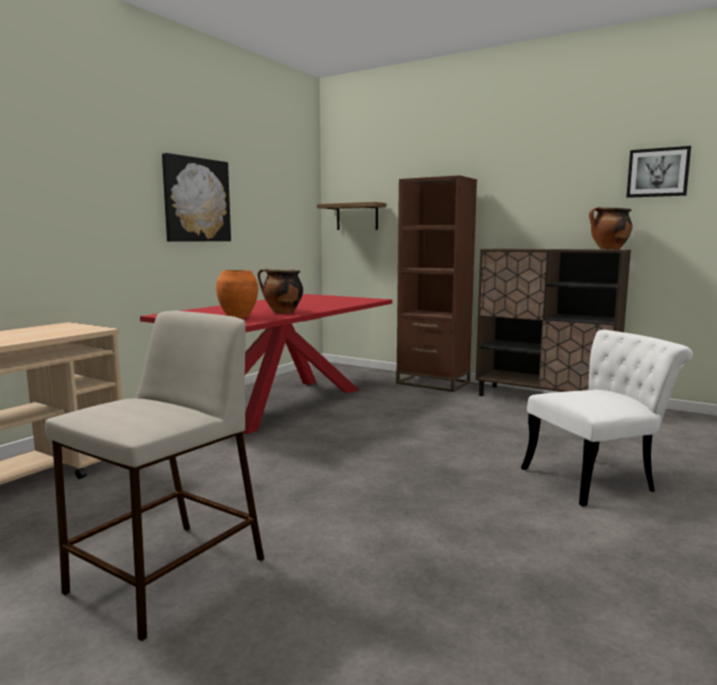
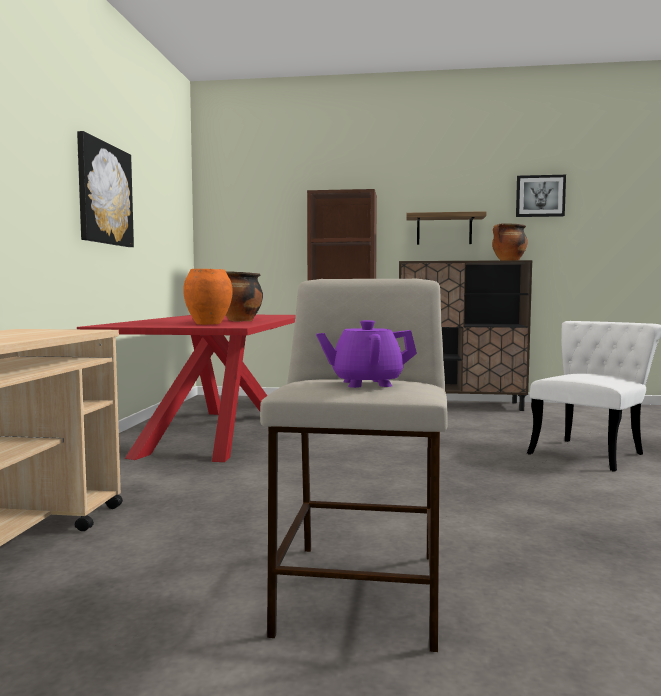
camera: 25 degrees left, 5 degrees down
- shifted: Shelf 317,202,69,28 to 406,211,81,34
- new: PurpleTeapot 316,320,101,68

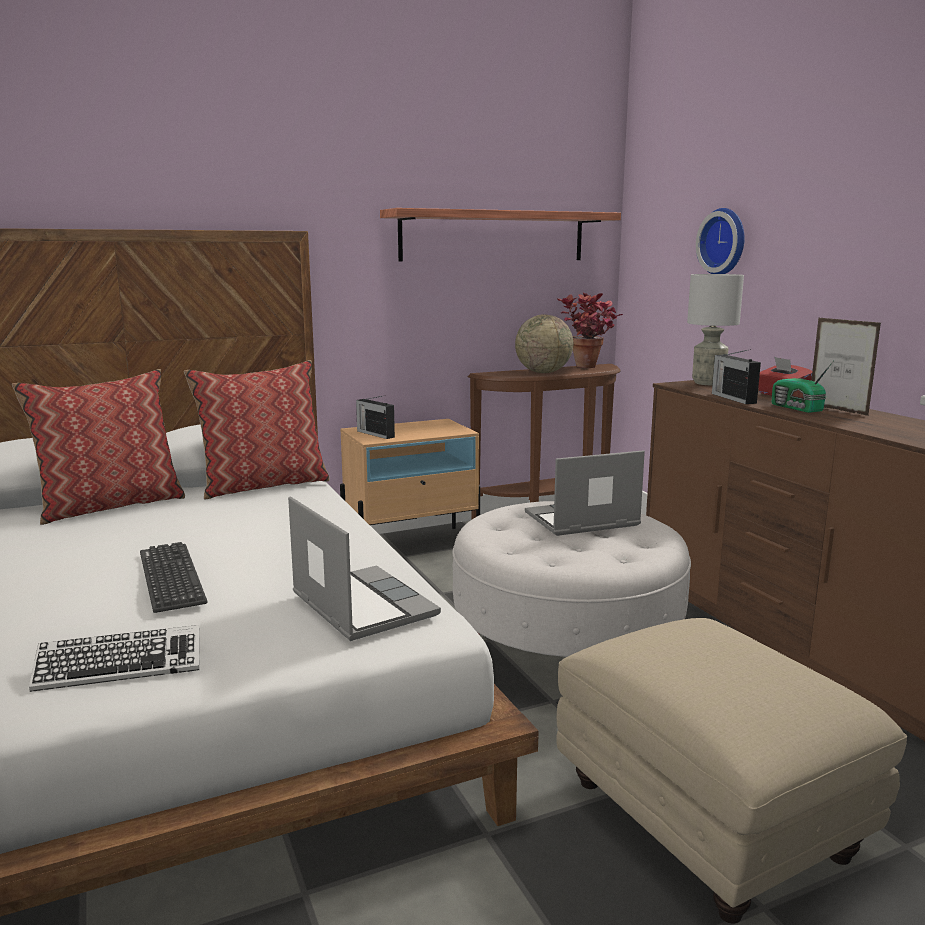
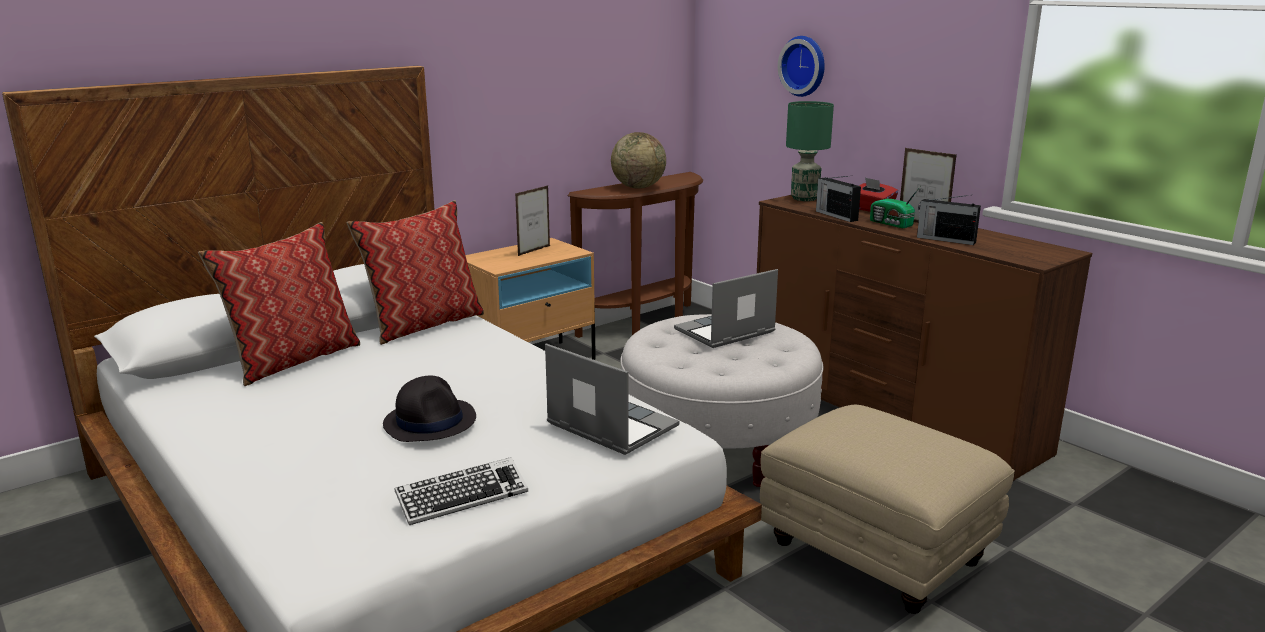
camera: 15 degrees left, 5 degrees up
- gone: Shelf 380,208,241,53
- repainted: GreyTableLamp 687,274,57,111 to GreenTableLamp 786,101,48,100
- gone: PottedPlant 557,292,66,76
- shifted: Radio 356,396,39,43 to 917,195,64,50
- swapped: Keyboard 140,542,68,71 to BlackHat 383,376,93,66
- new: PictureFrame 515,186,35,70

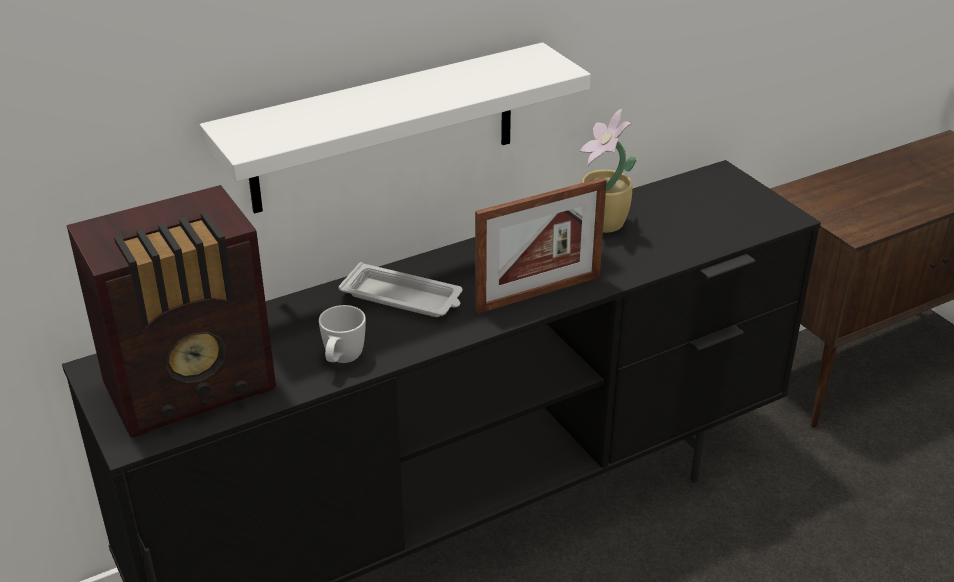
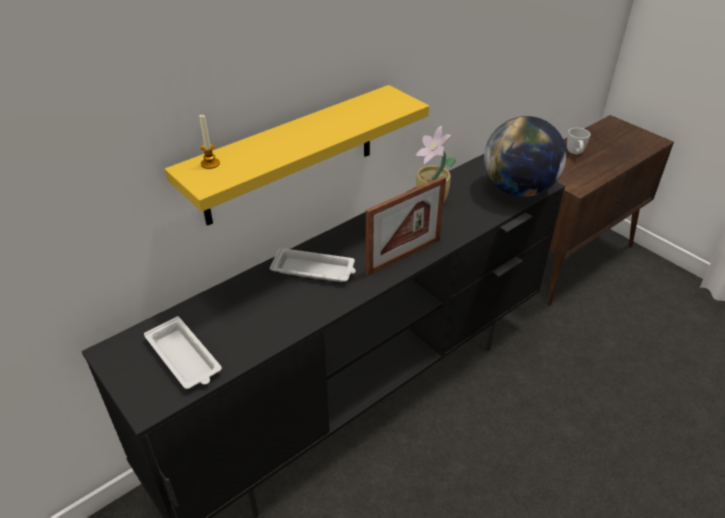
camera: 10 degrees left, 5 degrees up
- repainted: WhiteShelf 200,42,391,172 to YellowShelf 165,85,264,141
- swapped: Radio 67,185,209,253 to WhiteTray 144,316,78,73
- shifted: WhiteMug 319,305,47,58 to 567,128,23,26
- new: Candle 199,115,21,54
- new: Globe 484,116,83,81

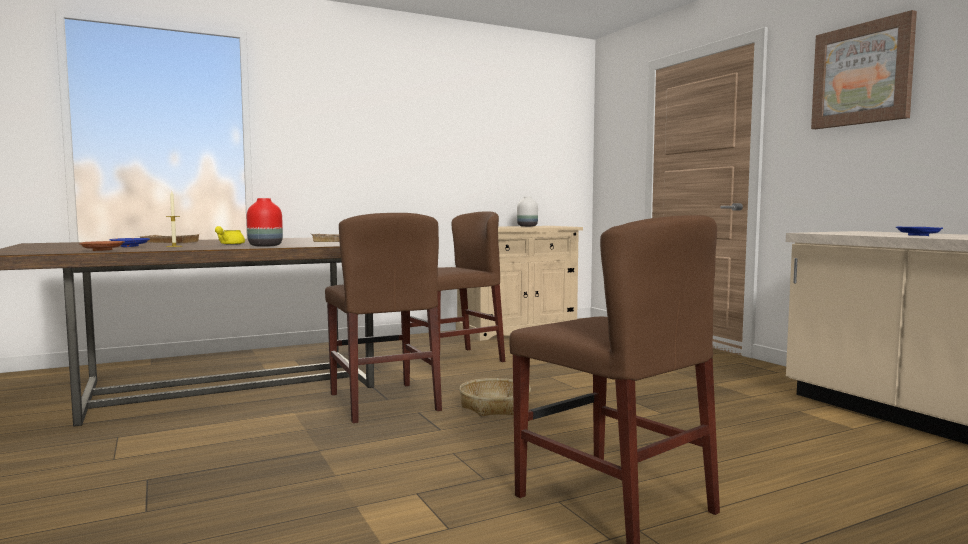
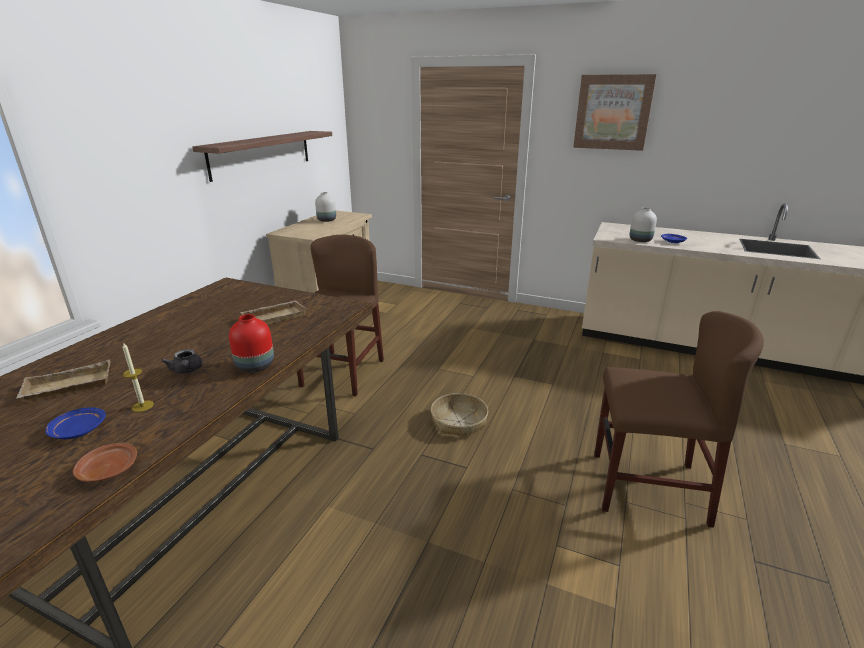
camera: 40 degrees left, 20 degrees up
- gone: BrownChair 325,213,117,210
- repainted: YellowTeapot 215,226,30,19 to GreyTeapot 161,349,42,25
- new: Shelf 192,131,140,51
- new: WhiteVase 630,207,27,35

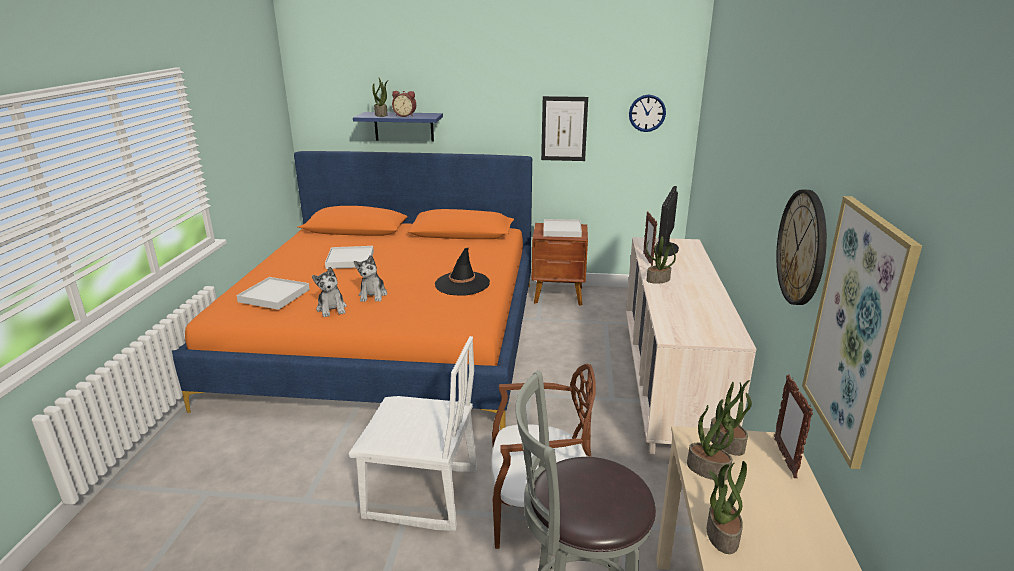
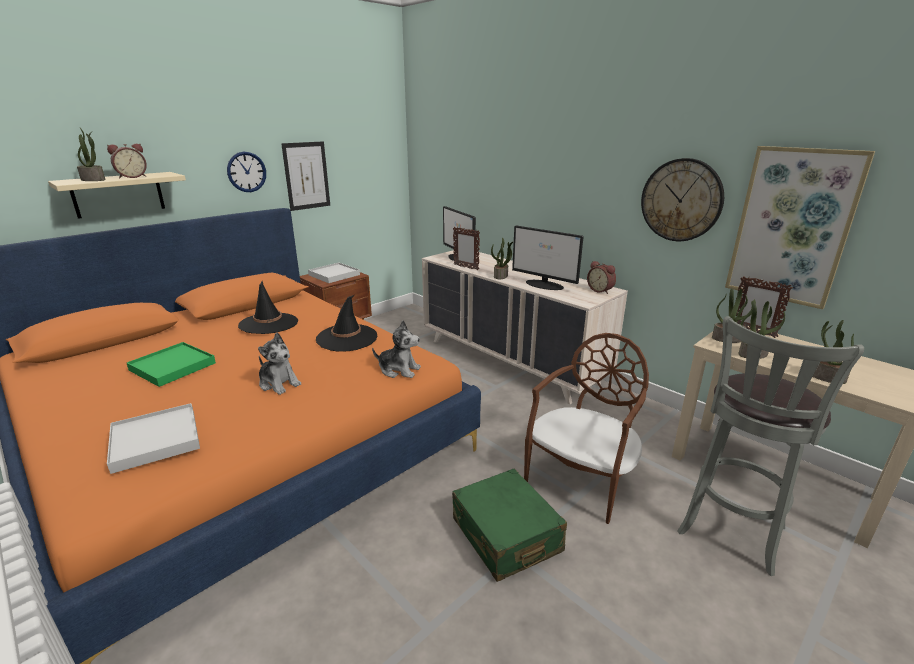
camera: 50 degrees left, 0 degrees up
- shifted: WallClock 629,95,37,37 to 227,152,39,40
- repainted: BlueShelf 353,112,90,30 to BeigeShelf 48,172,138,47
- repainted: WhiteTray 325,246,49,23 to GreenTray 127,342,89,45
- shifted: PlushToy 312,267,35,50 to 372,321,49,57
- swapped: WhiteChair 348,336,129,195 to GreenSuitcase 452,469,115,113
- new: Monitor 512,226,72,64
- new: AlarmClock 587,261,29,33
- new: BlackHat 238,280,60,54

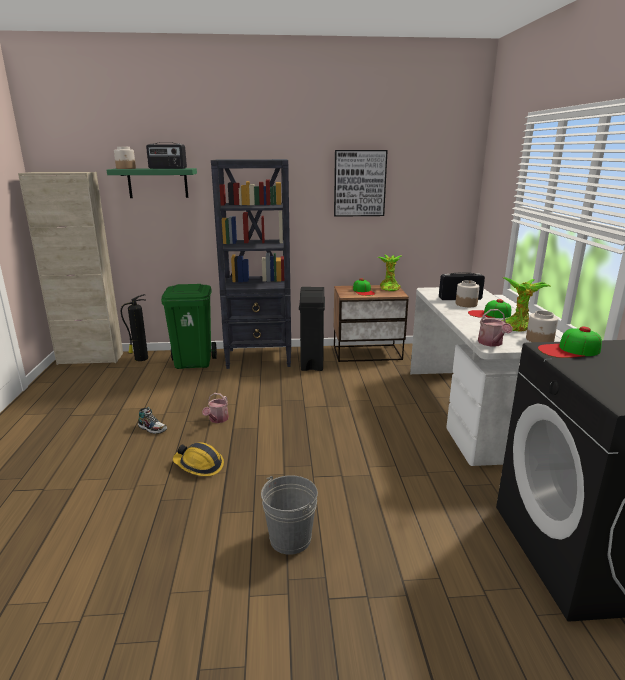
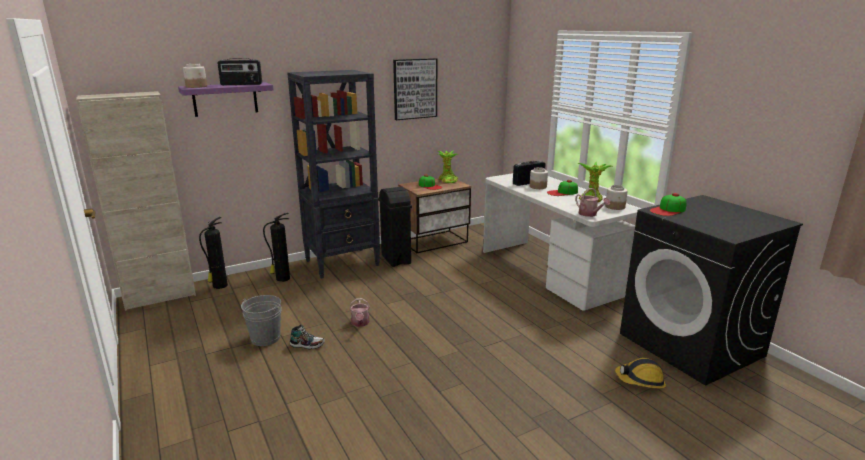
camera: 25 degrees left, 0 degrees up
- repainted: GreenShelf 107,168,90,30 to PurpleShelf 178,82,96,35
- swapped: GreenTrashCan 161,284,56,85 to FireExtinguisher 263,213,27,69
- shifted: HardHat 173,442,51,35 to 615,358,51,30
- shifted: GreyBucket 261,475,57,80 to 241,295,41,51

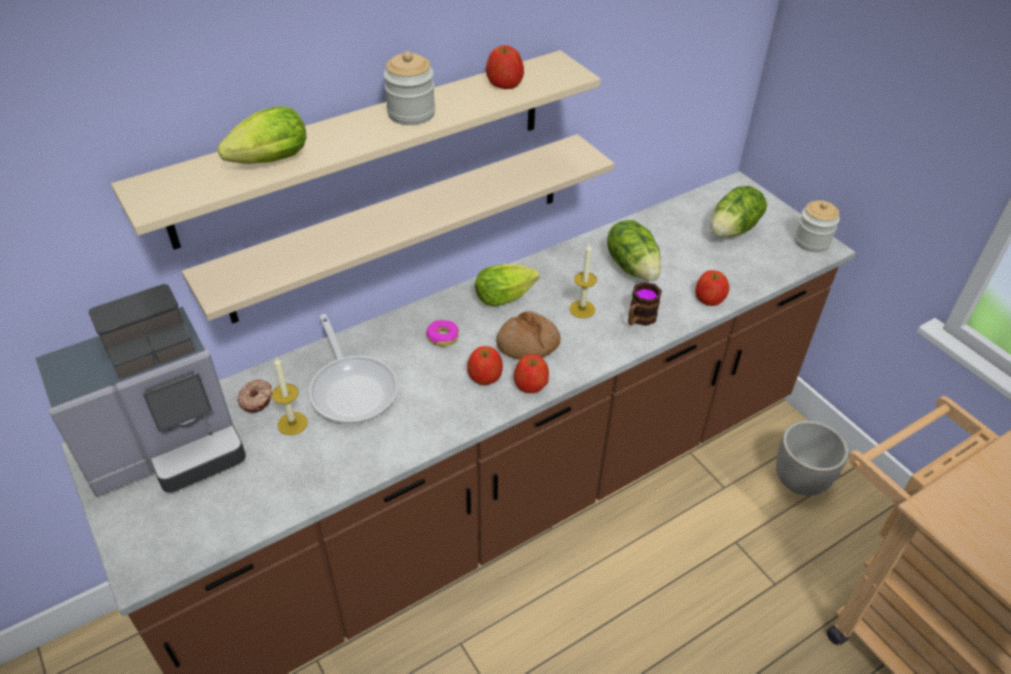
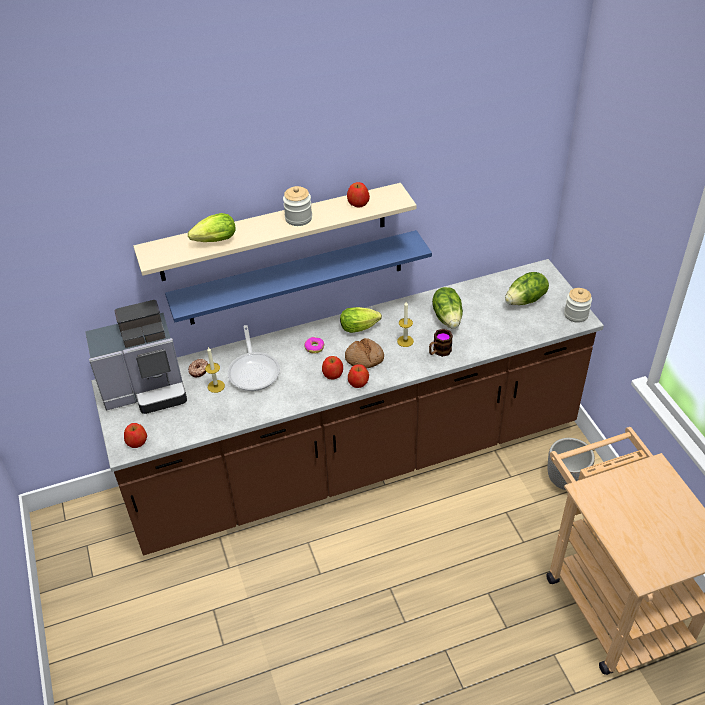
camera: 15 degrees right, 0 degrees up
- repainted: BeigeShelf 182,134,433,190 to BlueShelf 165,230,267,95
- shifted: Apple 695,270,35,36 to 124,423,23,25

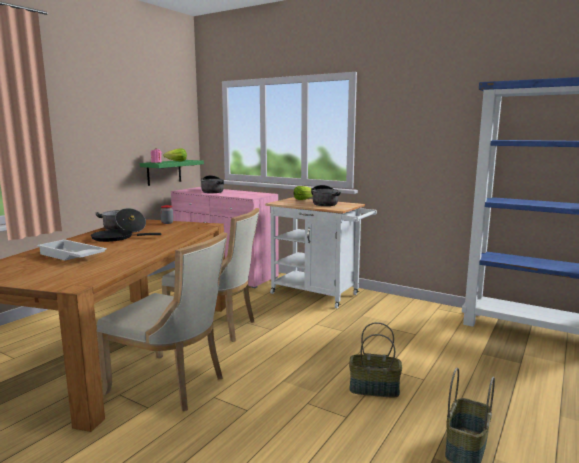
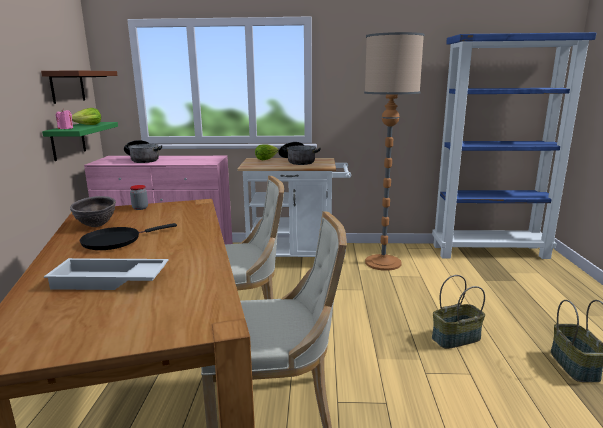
camera: 30 degrees left, 5 degrees up
- swapped: CookingPot 96,208,50,24 to BrownBowl 70,196,46,31
- new: FloorLamp 364,32,61,239
- new: BrownShelf 41,70,77,34

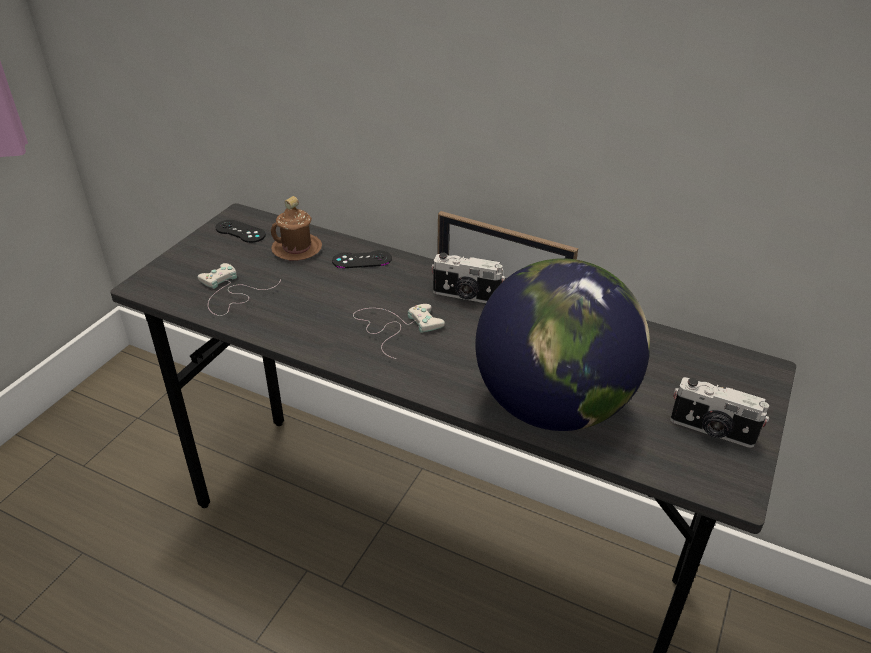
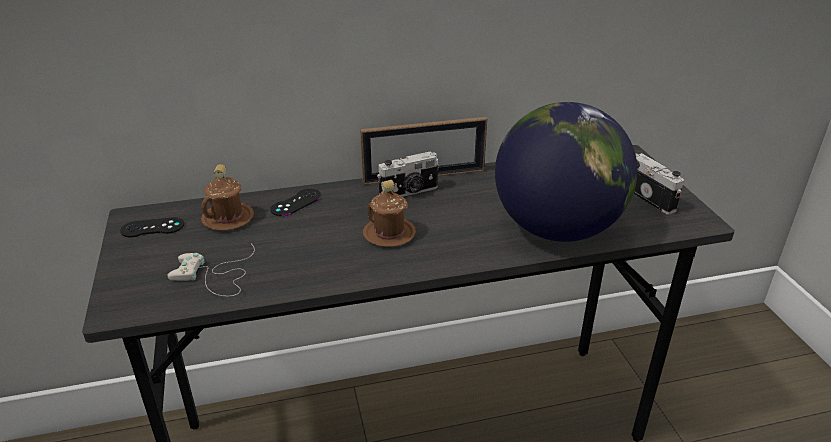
camera: 40 degrees left, 5 degrees down
- swapped: WhiteGameController 353,304,92,55 to BrownMug 363,180,53,67
- rotated: PhotoCamera 670,377,99,71 = 634,153,50,62 105 degrees counterclockwise

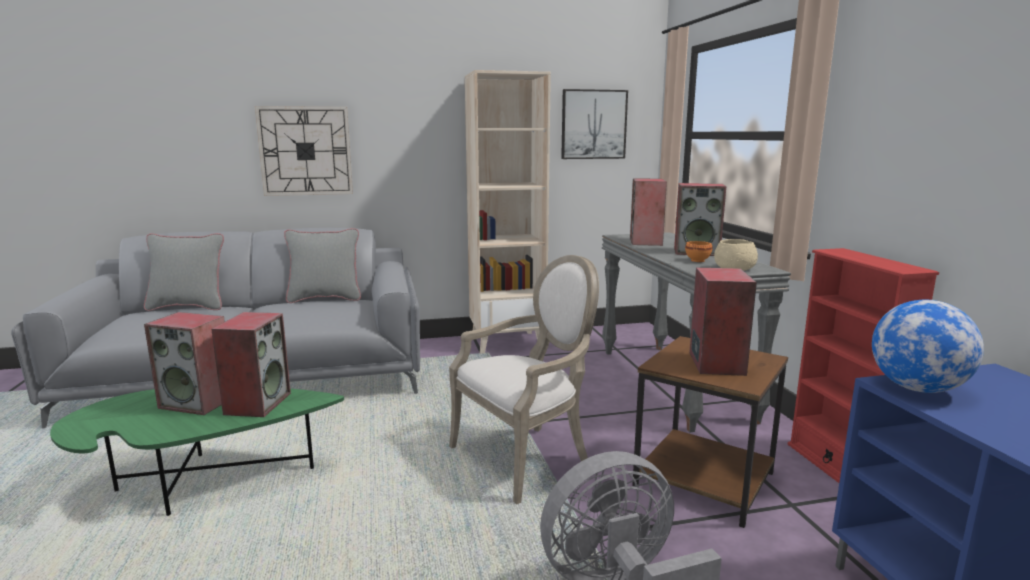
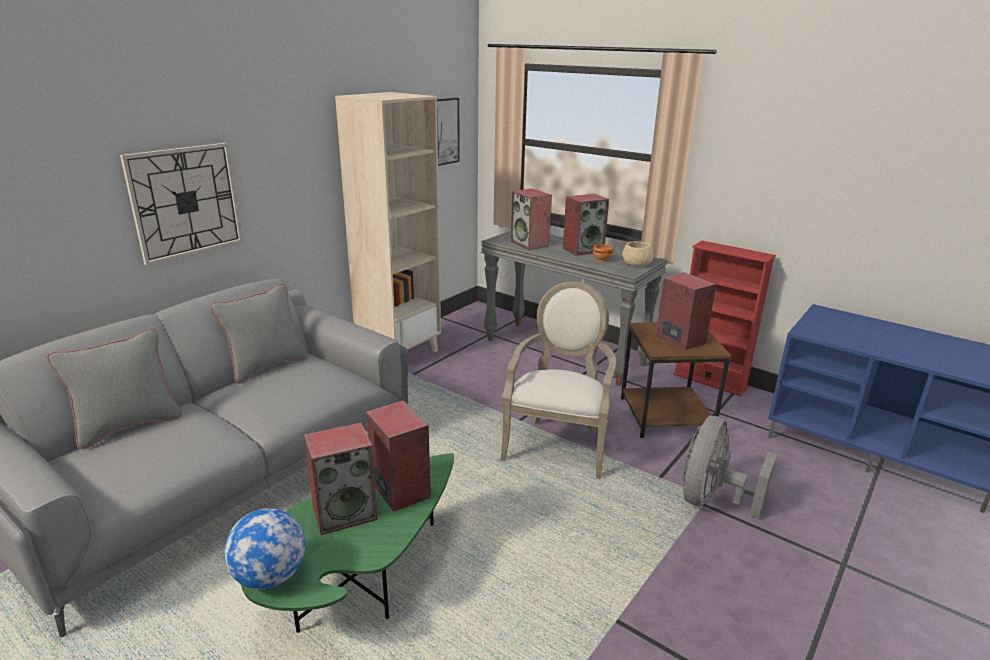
camera: 40 degrees left, 10 degrees up
- shifted: Globe 872,300,112,93 to 224,508,81,81

